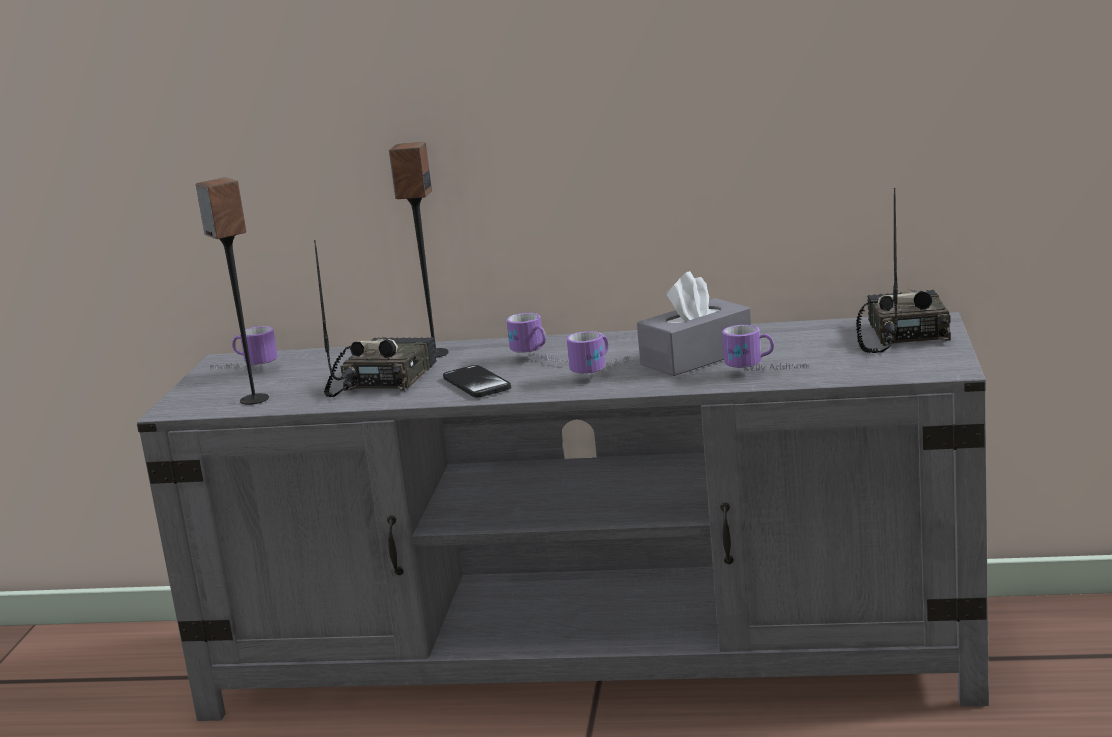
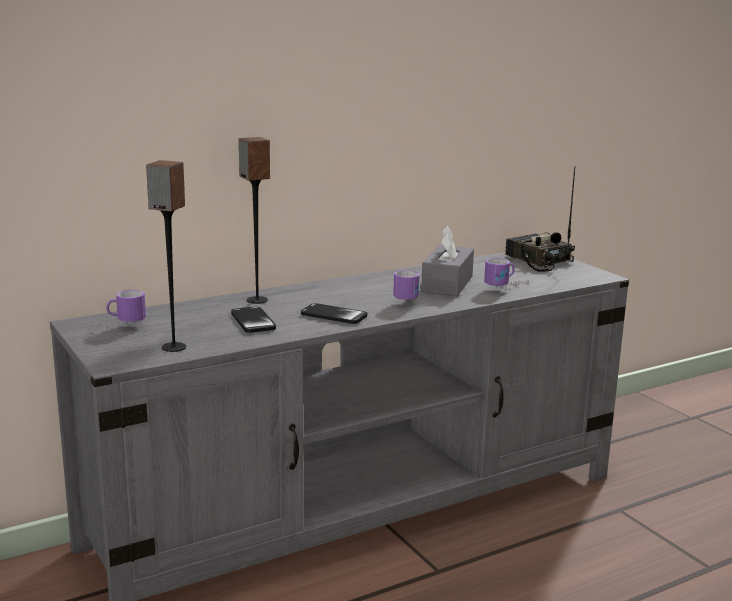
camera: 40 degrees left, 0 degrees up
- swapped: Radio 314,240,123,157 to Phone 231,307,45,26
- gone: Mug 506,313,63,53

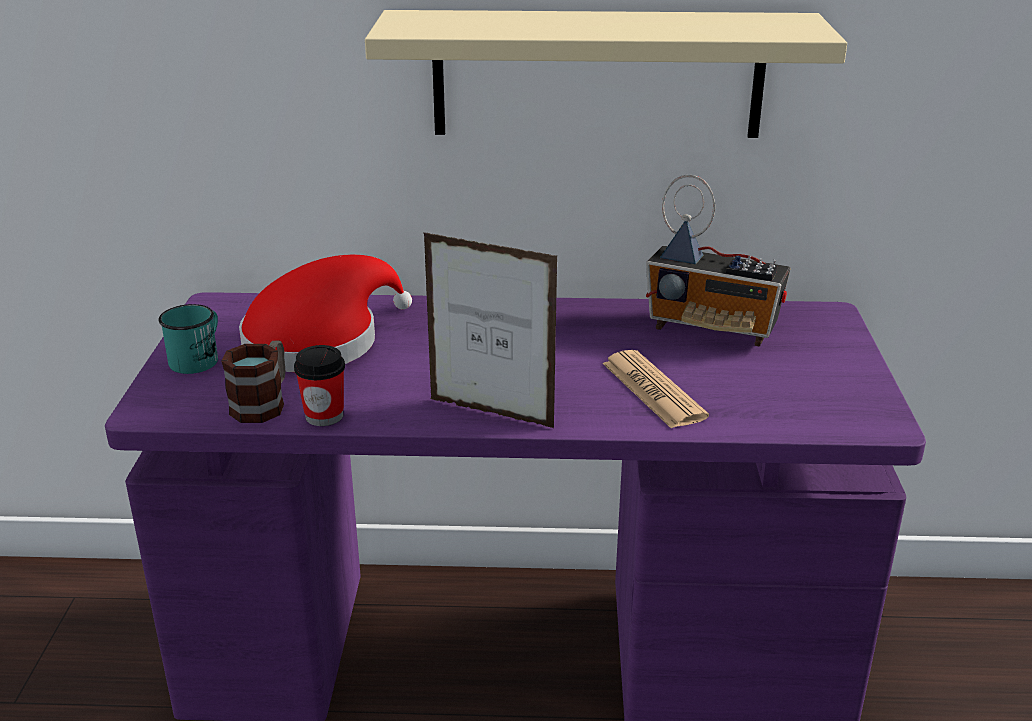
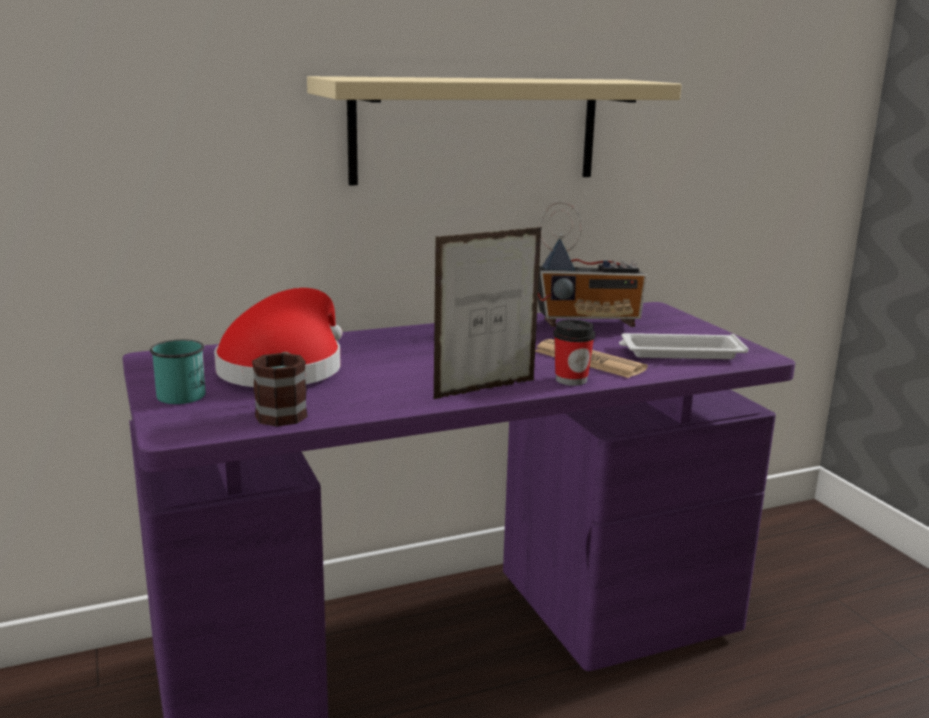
camera: 25 degrees left, 10 degrees down
- rotated: PictureFrame 423,232,134,196 = 434,227,108,172 150 degrees clockwise
- shifted: Cup 294,345,51,81 to 553,319,42,67
- new: WhiteTray 619,333,130,26

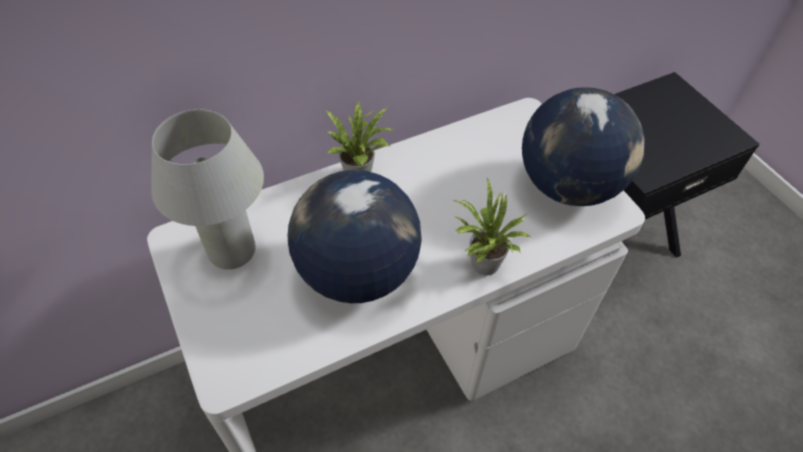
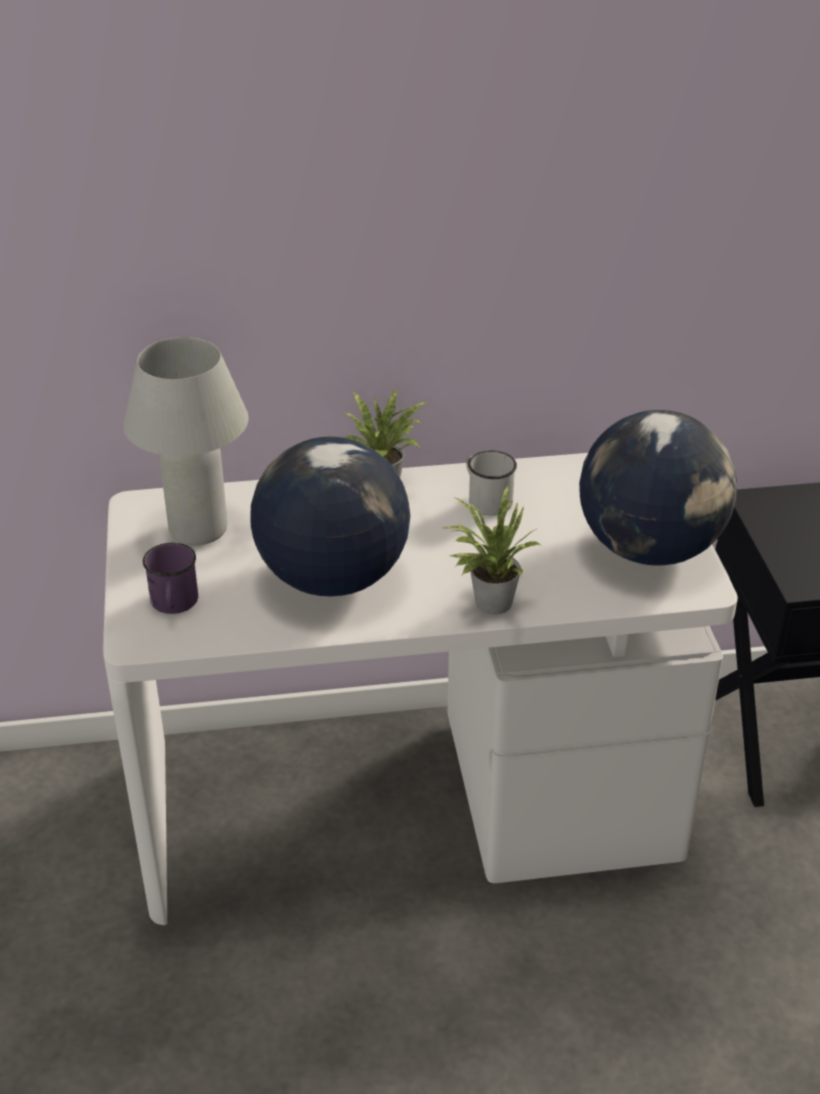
camera: 20 degrees right, 15 degrees down
- new: WhiteMug 466,450,51,65
- new: PurpleMug 143,543,55,71

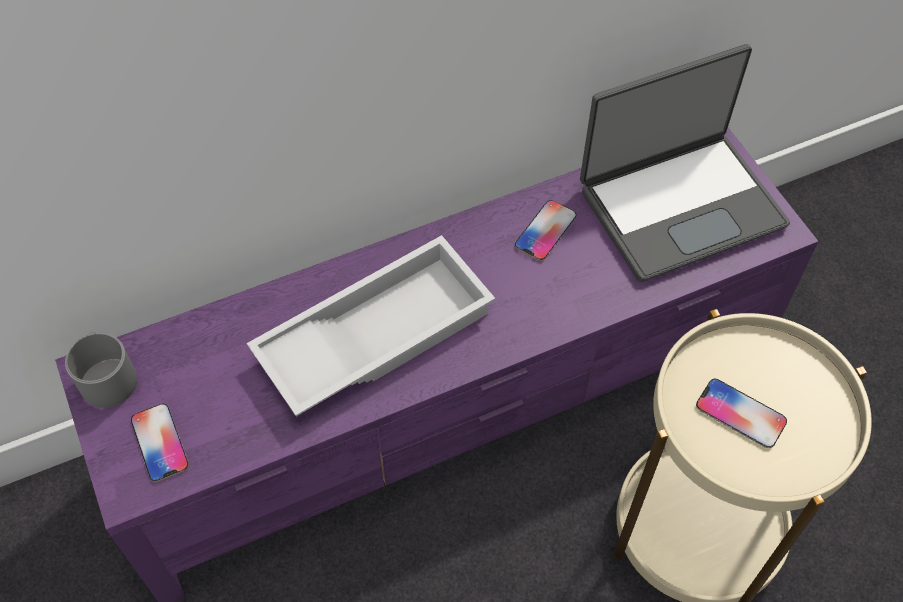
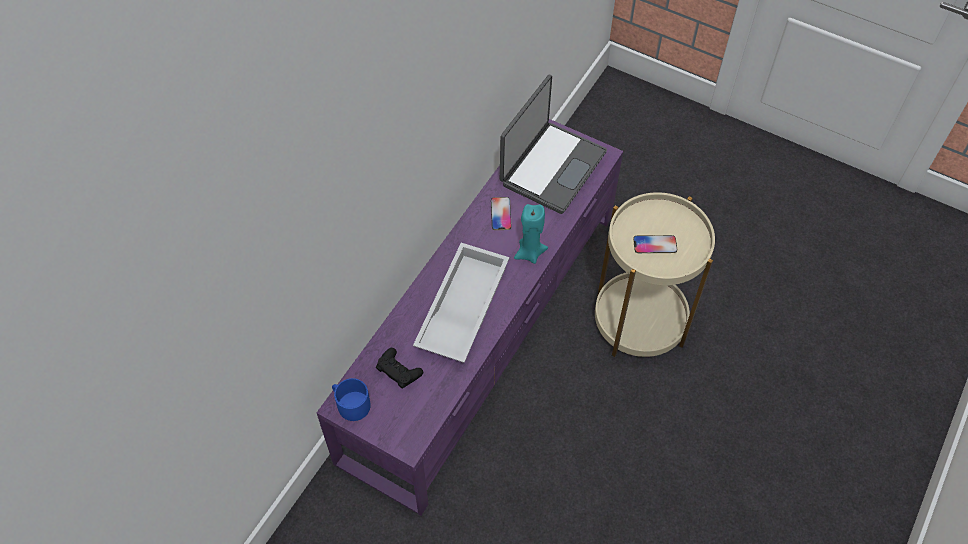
camera: 35 degrees left, 0 degrees up
- repainted: GreyMug 65,332,72,76 to BlueMug 332,378,38,43
- gone: Phone 131,404,58,78
- new: TurquoiseCandle 514,204,34,60
- new: BlackGameController 376,348,47,41

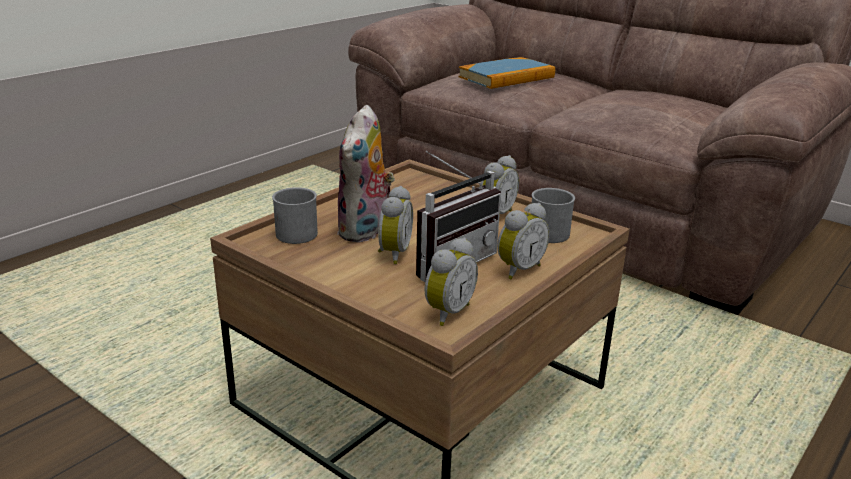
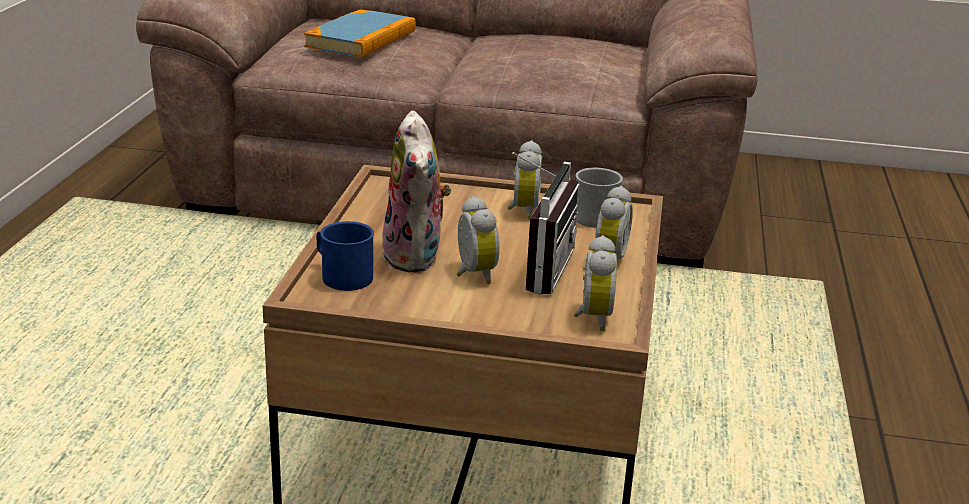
camera: 30 degrees left, 0 degrees up
- repainted: GreyMug 272,187,46,57 to BlueMug 317,221,57,70

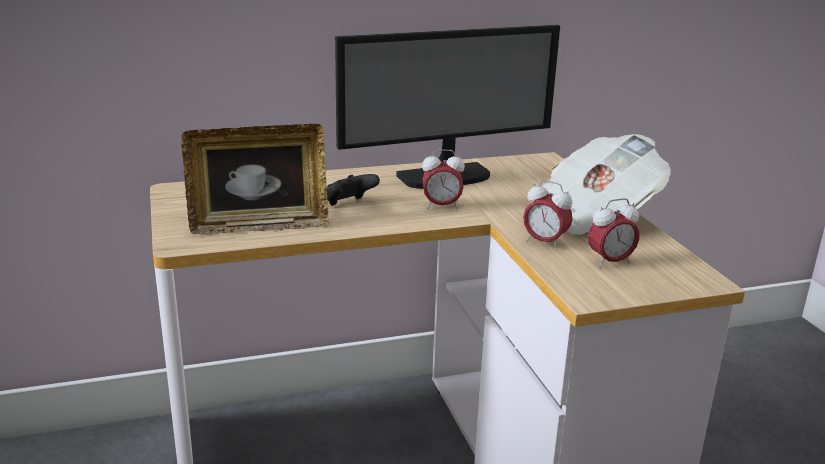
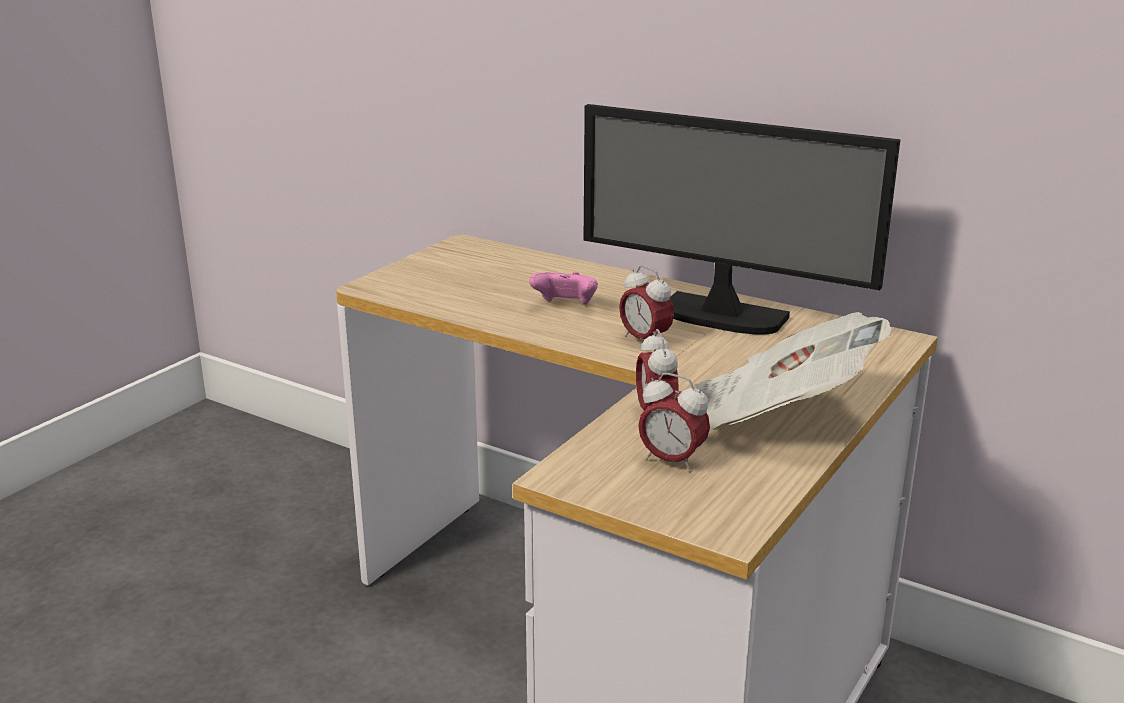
camera: 50 degrees right, 0 degrees up
- gone: PictureFrame 181,124,148,111
- repainted: BlackGameController 327,174,53,32 to PinkGameController 529,272,69,32

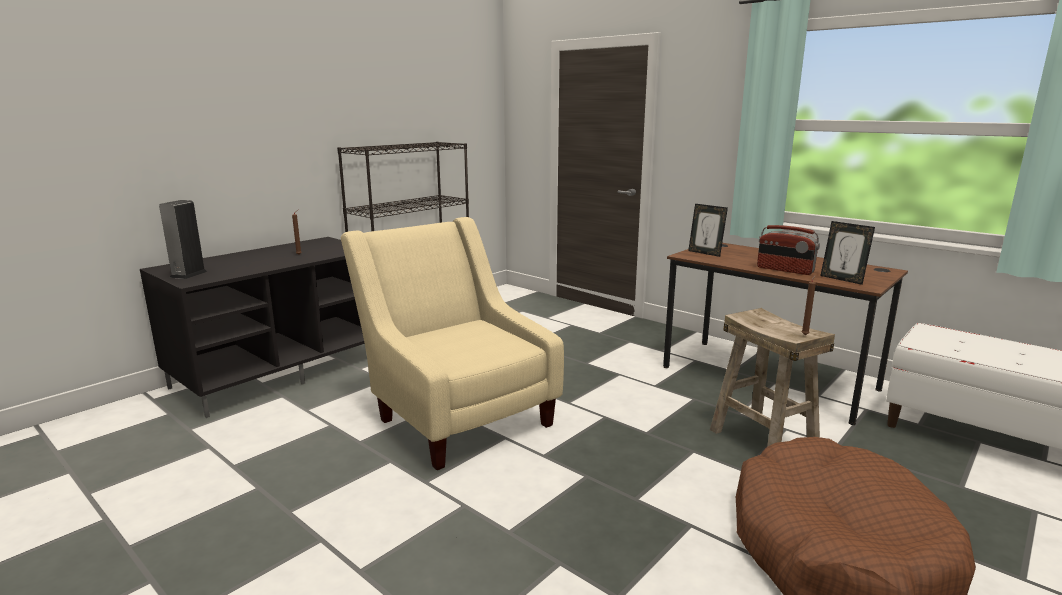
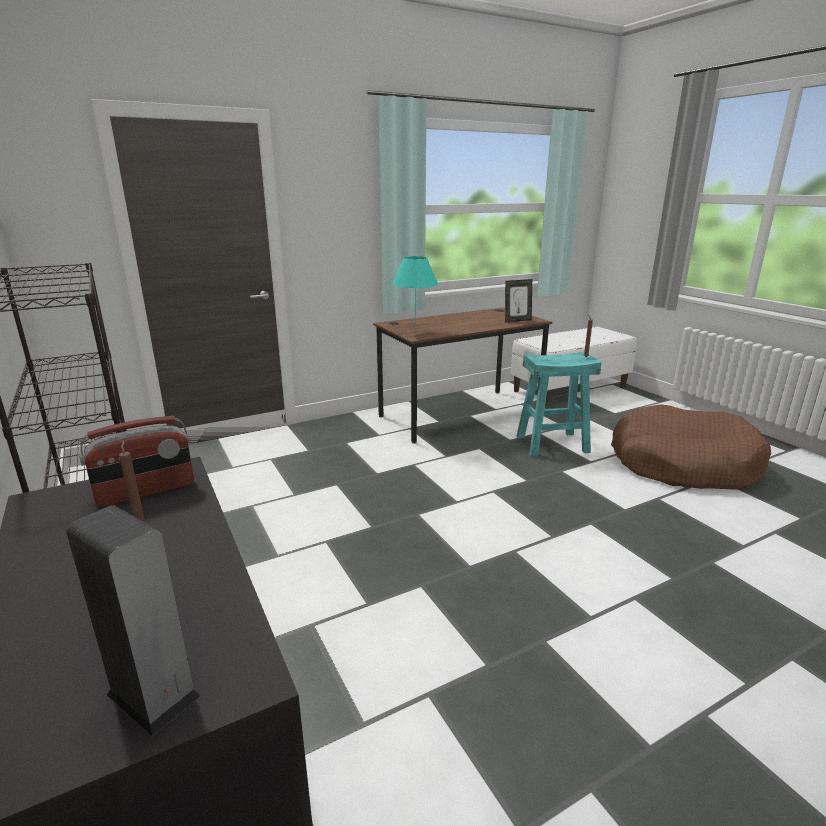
camera: 70 degrees left, 5 degrees up
- swapped: PictureFrame 688,204,40,53 to TurquoiseTableLamp 392,256,46,67
- gone: BeigeArmchair 341,217,223,253
- shifted: Radio 757,225,63,50 to 79,416,115,91
- repainted: BeigeStool 710,308,125,139 to TurquoiseStool 516,352,85,105

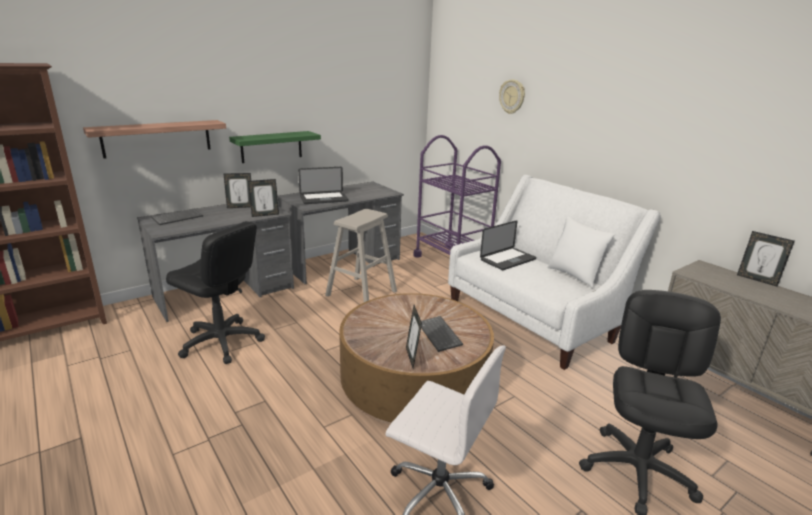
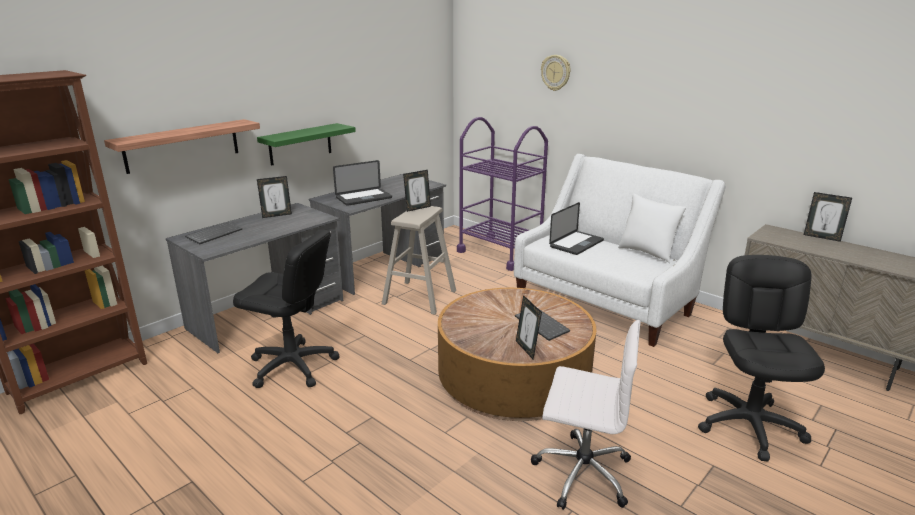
camera: 10 degrees left, 0 degrees up
- shifted: PictureFrame 248,179,31,38 to 403,170,28,42

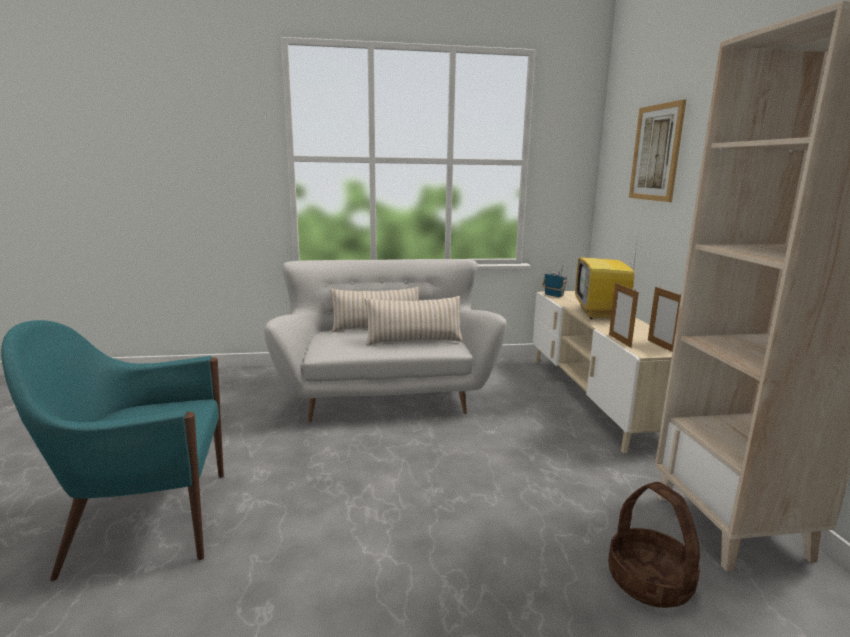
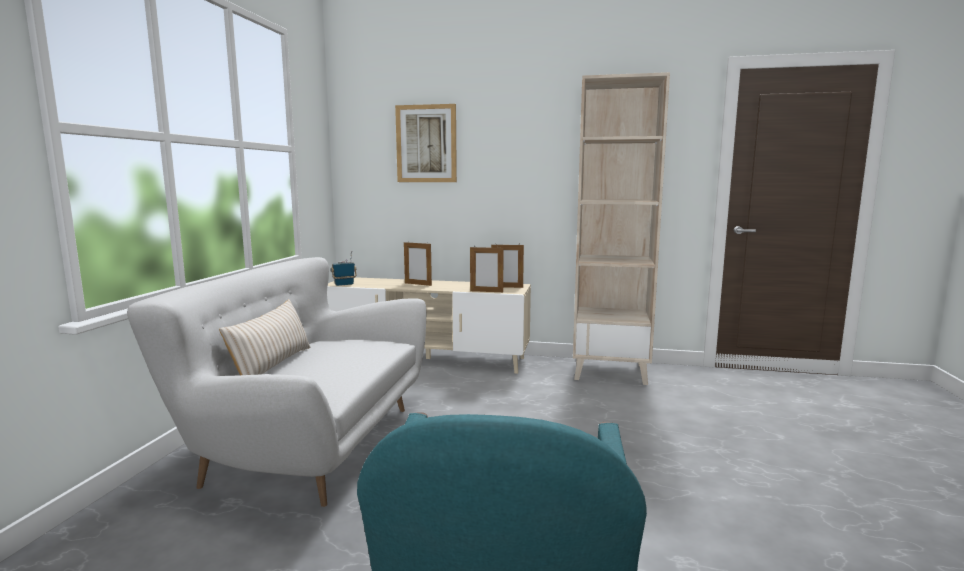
camera: 70 degrees left, 5 degrees down
- swapped: Television 575,230,64,89 to PictureFrame 404,241,28,45
- gone: BeigePillow 364,296,99,49
- gone: Basket 608,482,92,126

